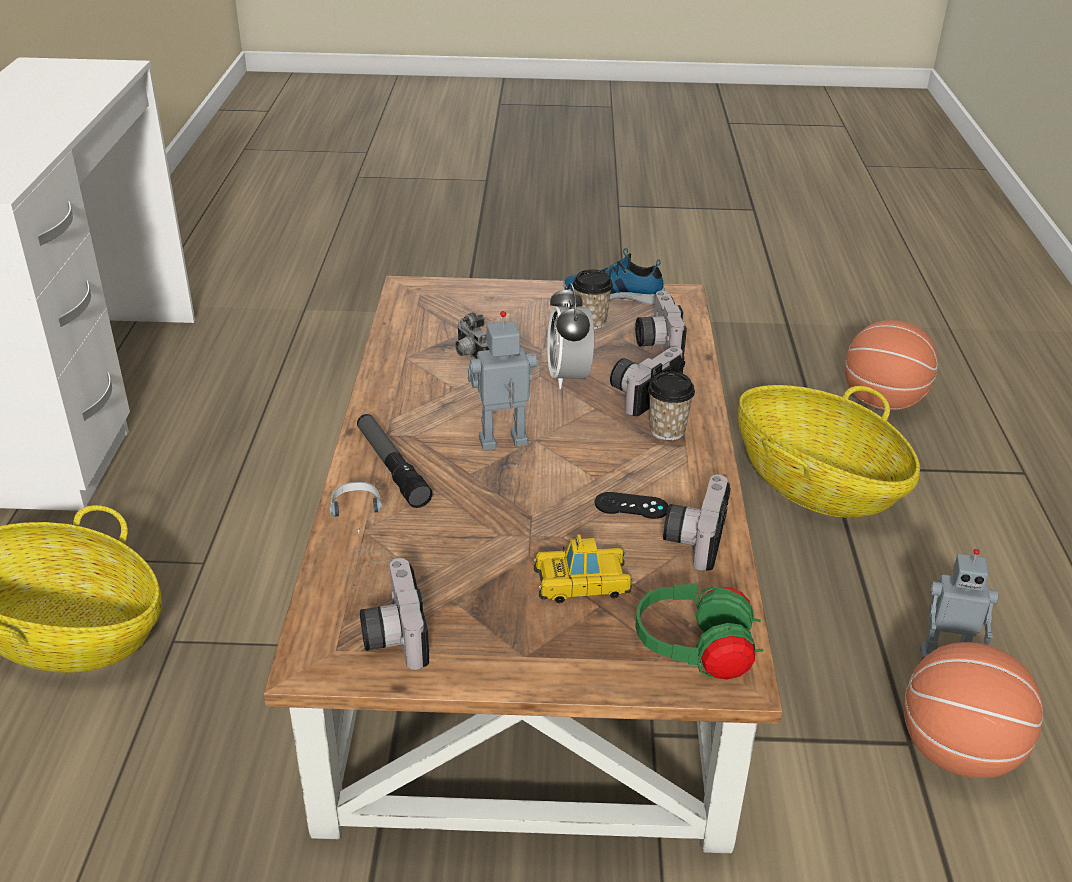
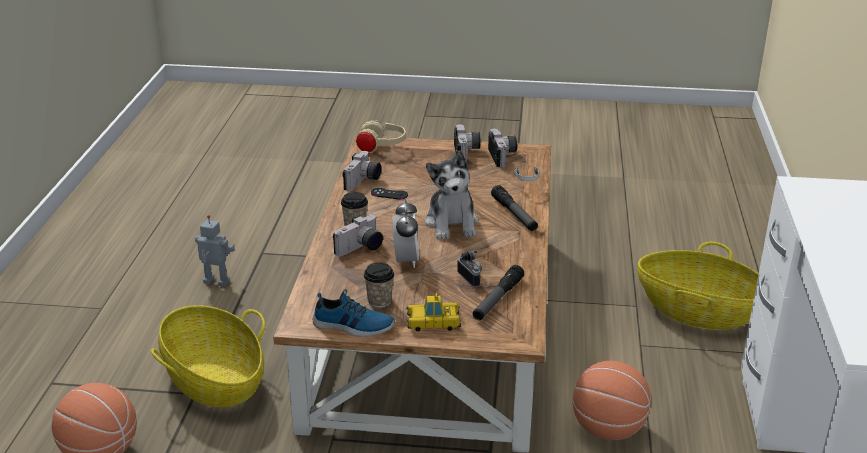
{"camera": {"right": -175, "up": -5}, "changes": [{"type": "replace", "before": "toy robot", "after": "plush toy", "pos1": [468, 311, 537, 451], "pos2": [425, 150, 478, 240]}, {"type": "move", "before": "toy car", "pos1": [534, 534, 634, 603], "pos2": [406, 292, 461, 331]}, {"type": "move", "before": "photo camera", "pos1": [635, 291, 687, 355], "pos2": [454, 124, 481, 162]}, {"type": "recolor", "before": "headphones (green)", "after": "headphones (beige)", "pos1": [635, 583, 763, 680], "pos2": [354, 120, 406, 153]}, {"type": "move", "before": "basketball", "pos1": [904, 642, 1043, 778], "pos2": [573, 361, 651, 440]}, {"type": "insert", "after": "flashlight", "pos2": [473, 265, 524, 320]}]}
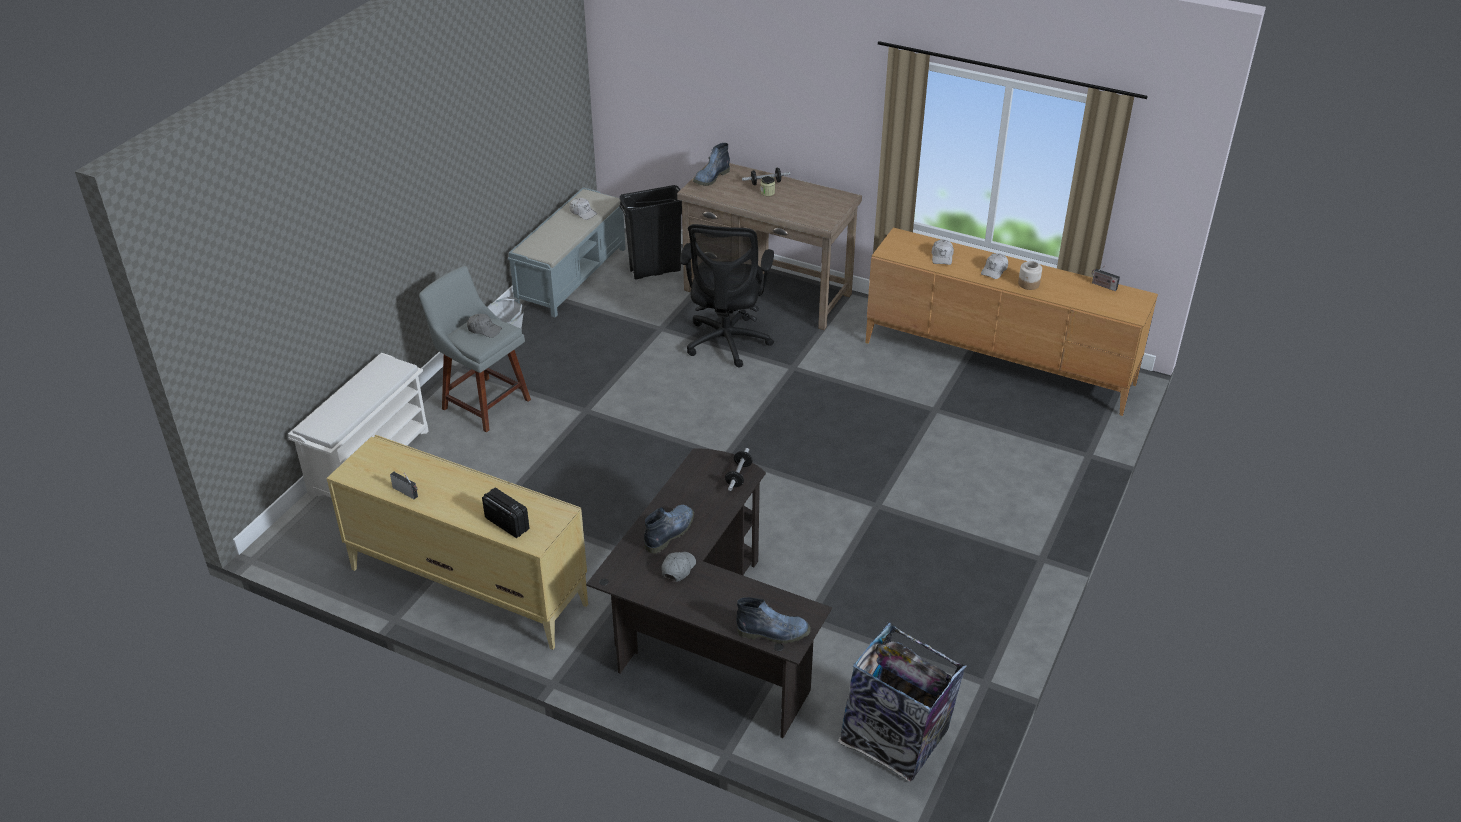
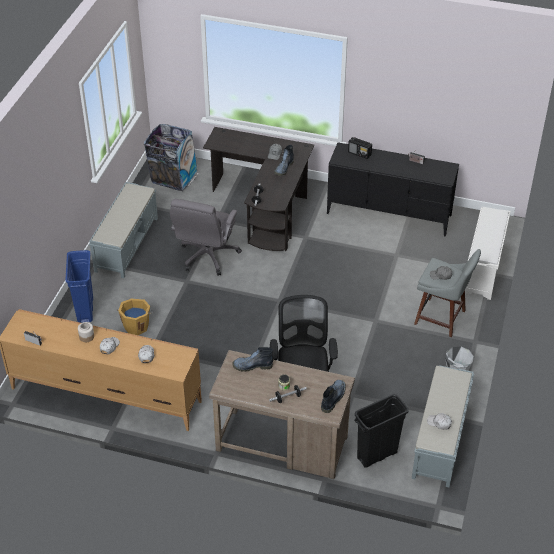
{"camera": {"right": 170, "up": 5}, "changes": [{"type": "recolor", "before": "dresser (beige)", "after": "dresser (black)", "pos1": [326, 435, 588, 650], "pos2": [327, 142, 459, 237]}, {"type": "move", "before": "boot", "pos1": [736, 597, 811, 644], "pos2": [232, 347, 273, 372]}, {"type": "insert", "after": "trash can (blue)", "pos2": [65, 250, 93, 323]}, {"type": "insert", "after": "bench (grey)", "pos2": [89, 182, 158, 278]}, {"type": "insert", "after": "bucket (orange)", "pos2": [117, 299, 154, 335]}, {"type": "insert", "after": "office chair (grey)", "pos2": [170, 199, 242, 276]}]}
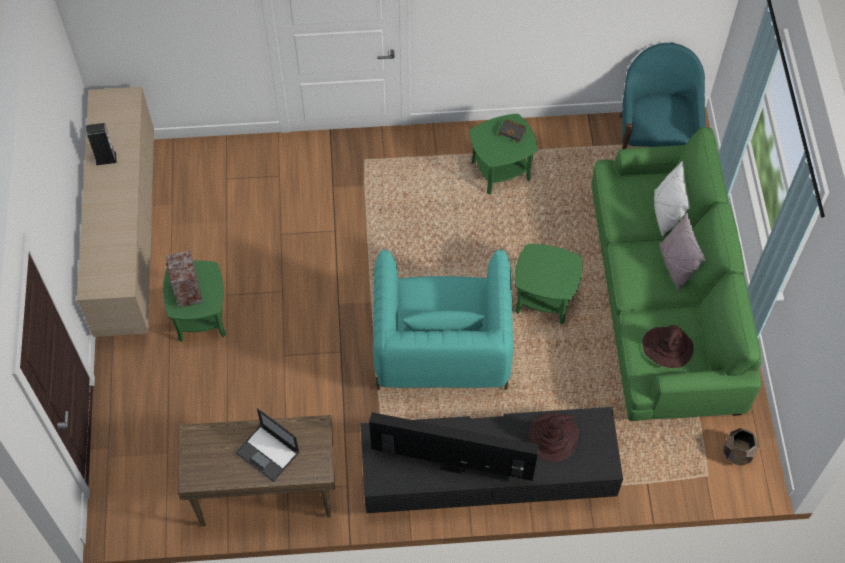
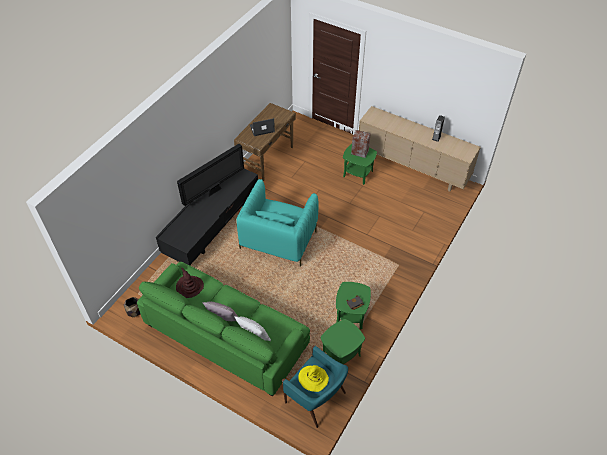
{"camera": {"right": 125, "up": -10}, "changes": [{"type": "rotate", "before": "armchair (turquoise)", "pos1": [373, 249, 514, 390], "pos2": [236, 179, 319, 267], "turn": -105}, {"type": "move", "before": "side table (green)", "pos1": [515, 244, 582, 324], "pos2": [321, 319, 365, 364]}, {"type": "delete", "before": "hat (brown)", "pos1": [529, 413, 579, 462]}, {"type": "insert", "after": "hat (yellow)", "pos2": [299, 365, 329, 392]}]}
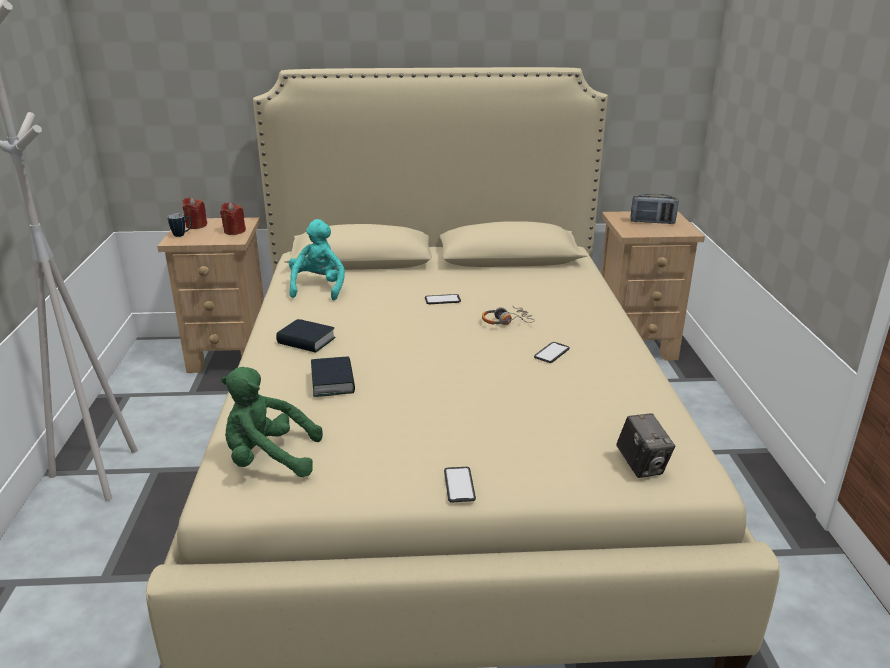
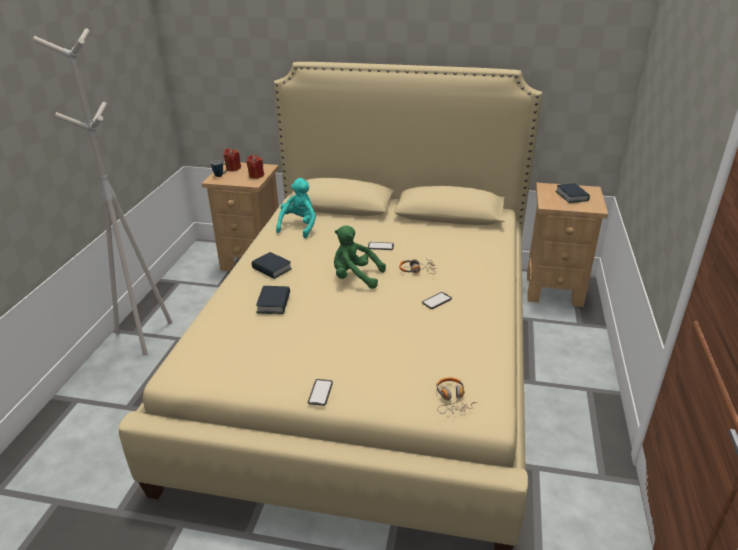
{"camera": {"right": 15, "up": 5}, "changes": [{"type": "move", "before": "plush toy (green)", "pos1": [221, 367, 323, 477], "pos2": [334, 225, 386, 289]}, {"type": "replace", "before": "photo camera", "after": "headphones", "pos1": [616, 413, 675, 478], "pos2": [436, 377, 477, 414]}, {"type": "replace", "before": "radio", "after": "book", "pos1": [630, 194, 679, 224], "pos2": [556, 183, 590, 203]}]}
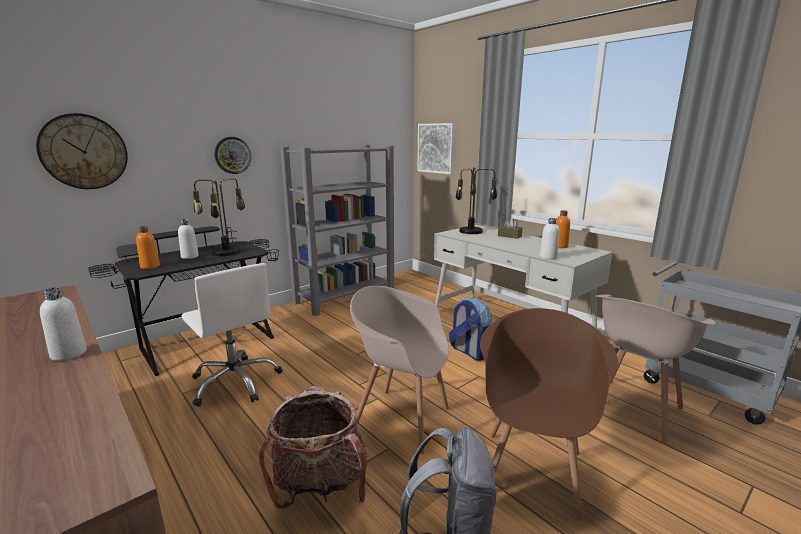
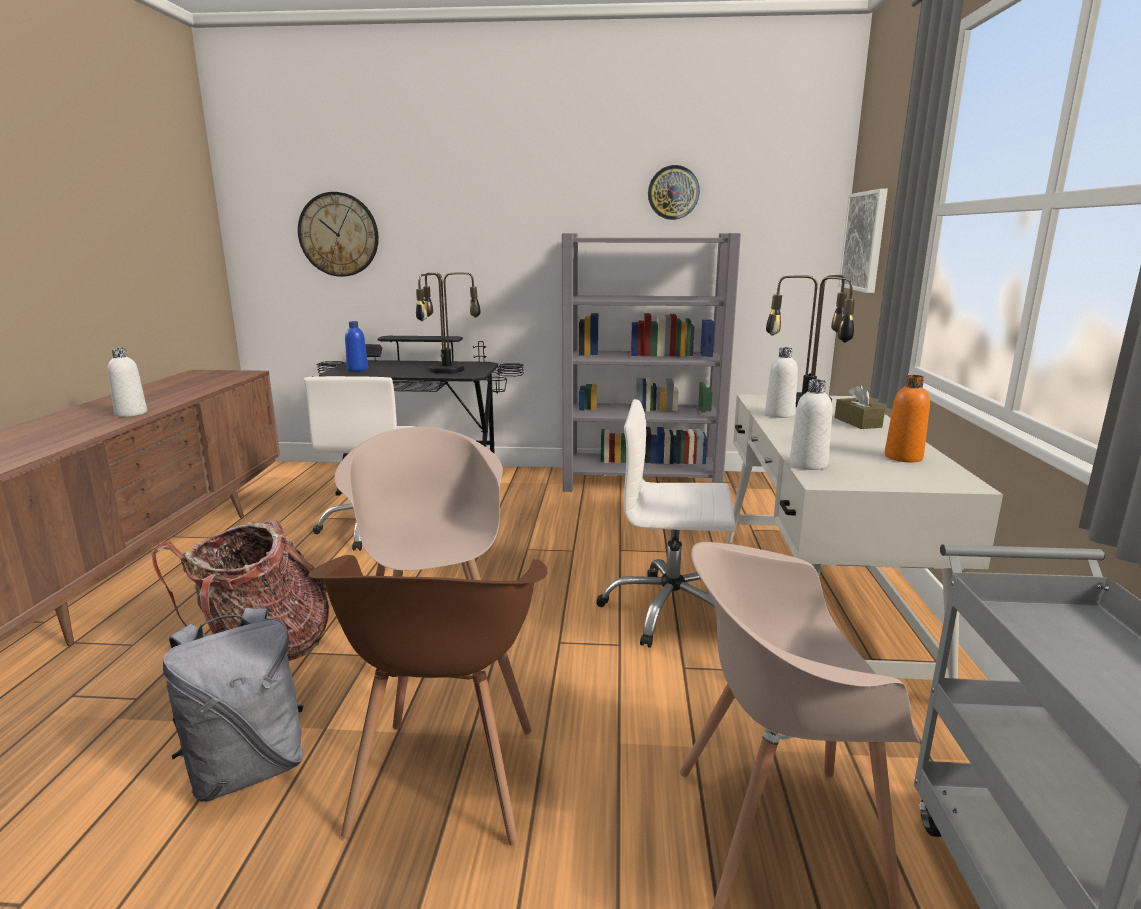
{"camera": {"right": 45, "up": 0}, "changes": [{"type": "recolor", "before": "bottle (orange)", "after": "bottle (blue)", "pos1": [136, 226, 160, 269], "pos2": [345, 321, 368, 371]}, {"type": "move", "before": "bottle (white)", "pos1": [178, 219, 199, 259], "pos2": [765, 347, 798, 418]}, {"type": "move", "before": "wall clock", "pos1": [214, 137, 251, 174], "pos2": [648, 165, 700, 220]}, {"type": "replace", "before": "backpack", "after": "office chair (white)", "pos1": [449, 297, 492, 361], "pos2": [596, 399, 735, 648]}, {"type": "rotate", "before": "chair (brown)", "pos1": [480, 308, 618, 520], "pos2": [308, 555, 548, 845], "turn": 120}]}
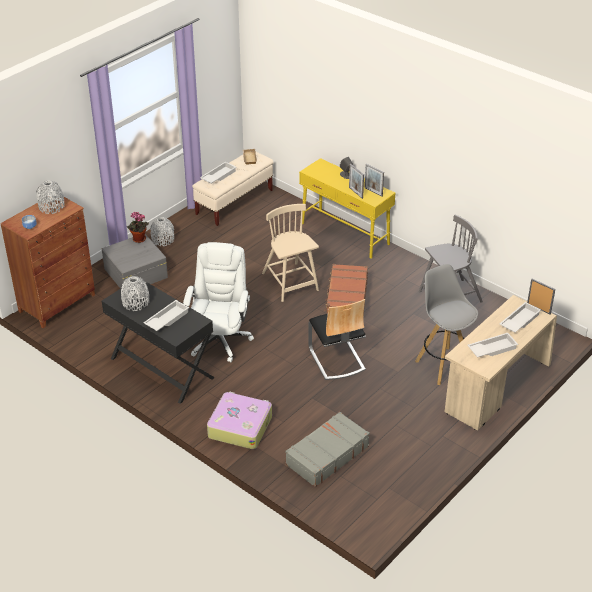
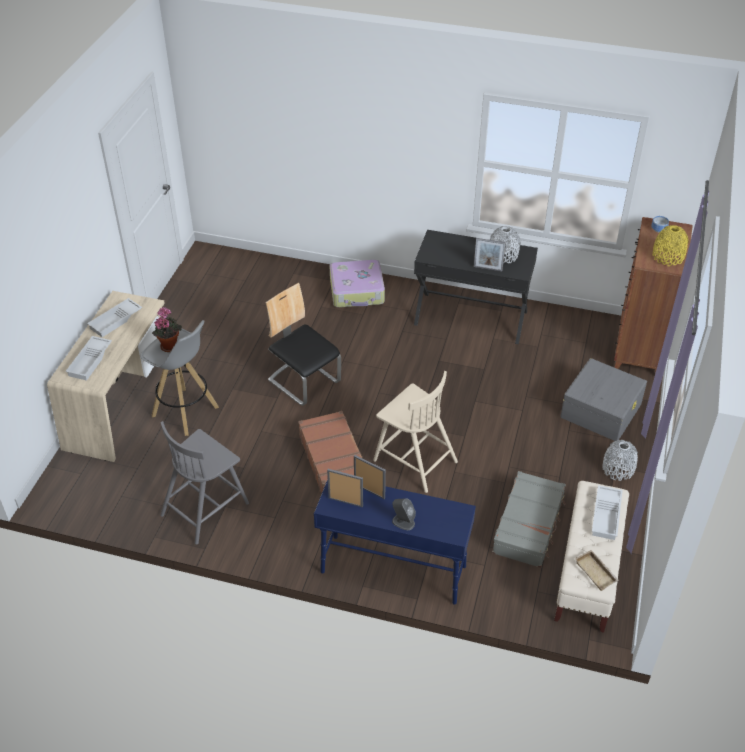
{"camera": {"right": 155, "up": 5}, "changes": [{"type": "recolor", "before": "vase (grey)", "after": "vase (yellow)", "pos1": [36, 181, 65, 214], "pos2": [652, 225, 689, 266]}, {"type": "move", "before": "potted plant", "pos1": [127, 212, 149, 243], "pos2": [152, 307, 182, 352]}, {"type": "delete", "before": "tray (white)", "pos1": [143, 300, 189, 331]}, {"type": "delete", "before": "office chair (white)", "pos1": [183, 242, 254, 362]}, {"type": "move", "before": "suitcase (grey)", "pos1": [286, 412, 370, 487], "pos2": [492, 471, 566, 568]}, {"type": "recolor", "before": "console table (yellow)", "after": "console table (blue)", "pos1": [299, 158, 396, 259], "pos2": [314, 479, 476, 605]}, {"type": "move", "before": "picture frame", "pos1": [527, 279, 555, 314], "pos2": [474, 238, 506, 271]}]}
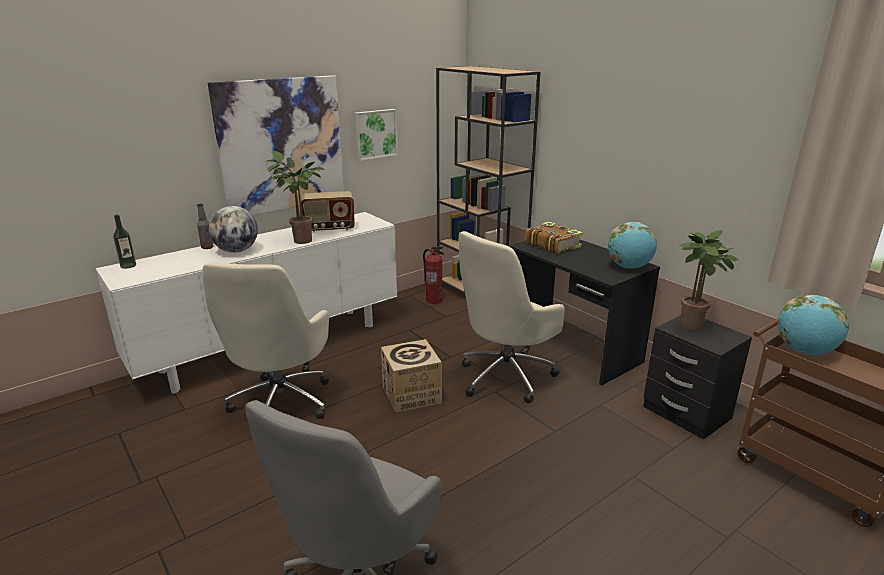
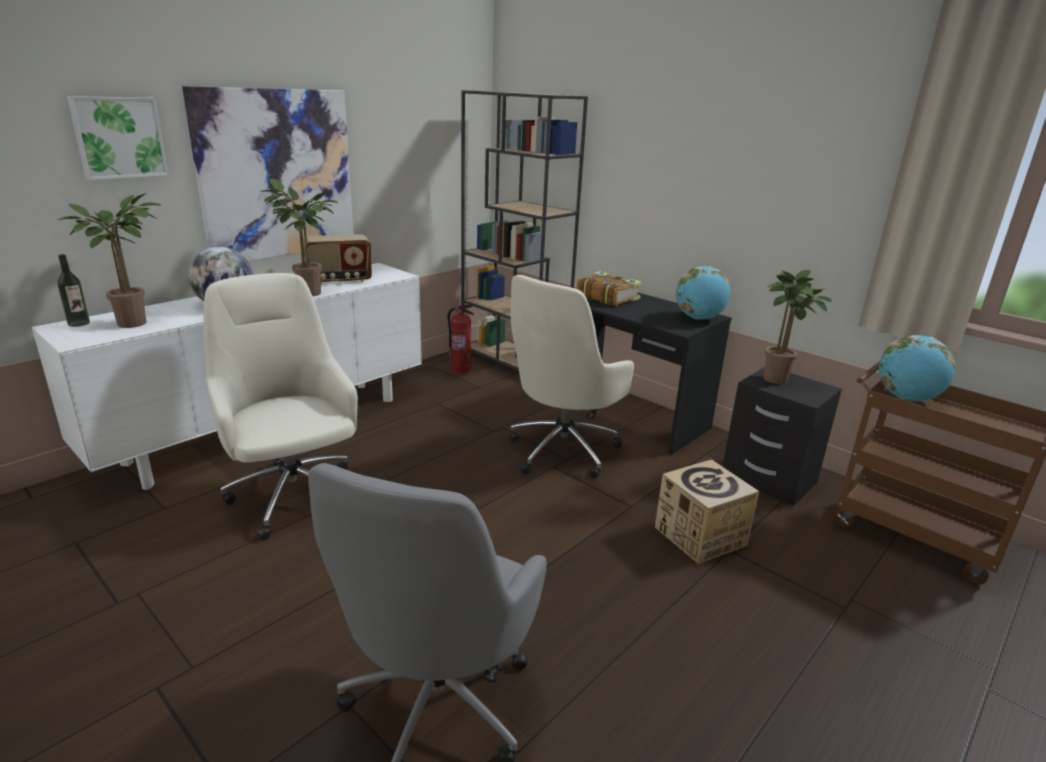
{"camera": {"right": -10, "up": 0}, "changes": [{"type": "delete", "before": "bottle", "pos1": [197, 204, 214, 249]}, {"type": "rotate", "before": "office chair (beige)", "pos1": [202, 262, 329, 419], "pos2": [203, 273, 358, 540], "turn": 150}, {"type": "move", "before": "picture", "pos1": [354, 109, 398, 161], "pos2": [67, 96, 169, 180]}, {"type": "move", "before": "cardboard box", "pos1": [381, 339, 442, 412], "pos2": [655, 459, 759, 564]}, {"type": "insert", "after": "potted plant", "pos2": [58, 193, 163, 328]}]}
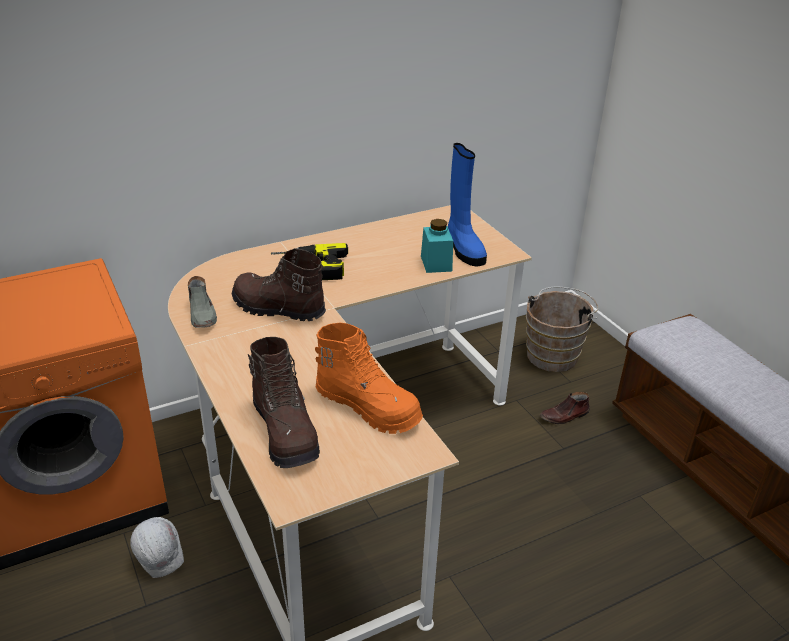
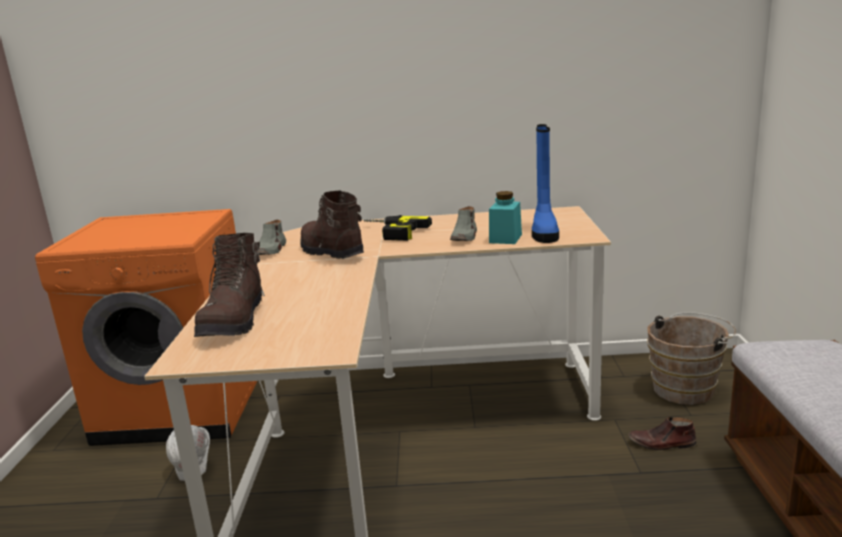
{"camera": {"right": 30, "up": -15}, "changes": [{"type": "delete", "before": "boot (orange)", "pos1": [315, 323, 423, 434]}, {"type": "insert", "after": "shoe (grey)", "pos2": [450, 206, 477, 241]}]}
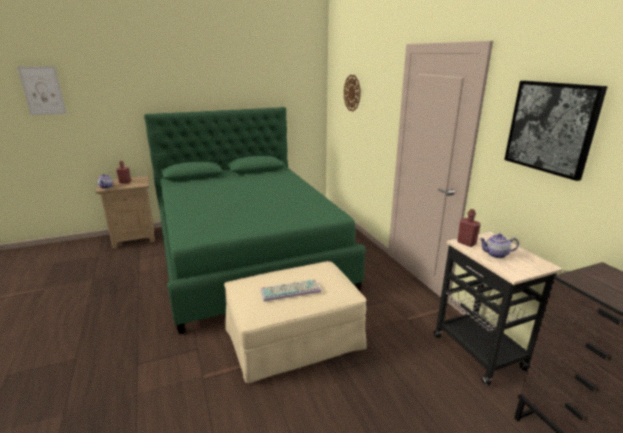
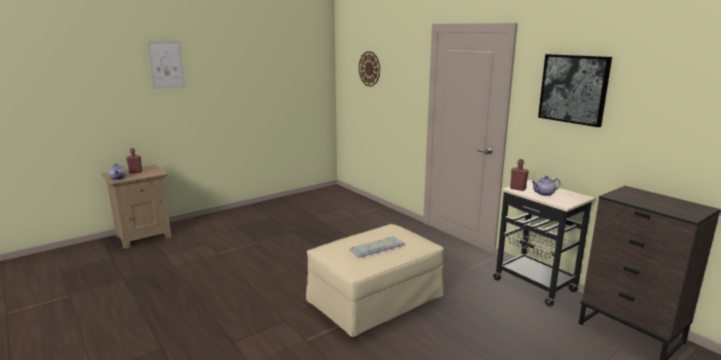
{"camera": {"right": -15, "up": -5}, "changes": [{"type": "move", "before": "picture", "pos1": [17, 66, 67, 116], "pos2": [147, 41, 185, 89]}, {"type": "delete", "before": "bed (green)", "pos1": [144, 107, 366, 334]}]}
